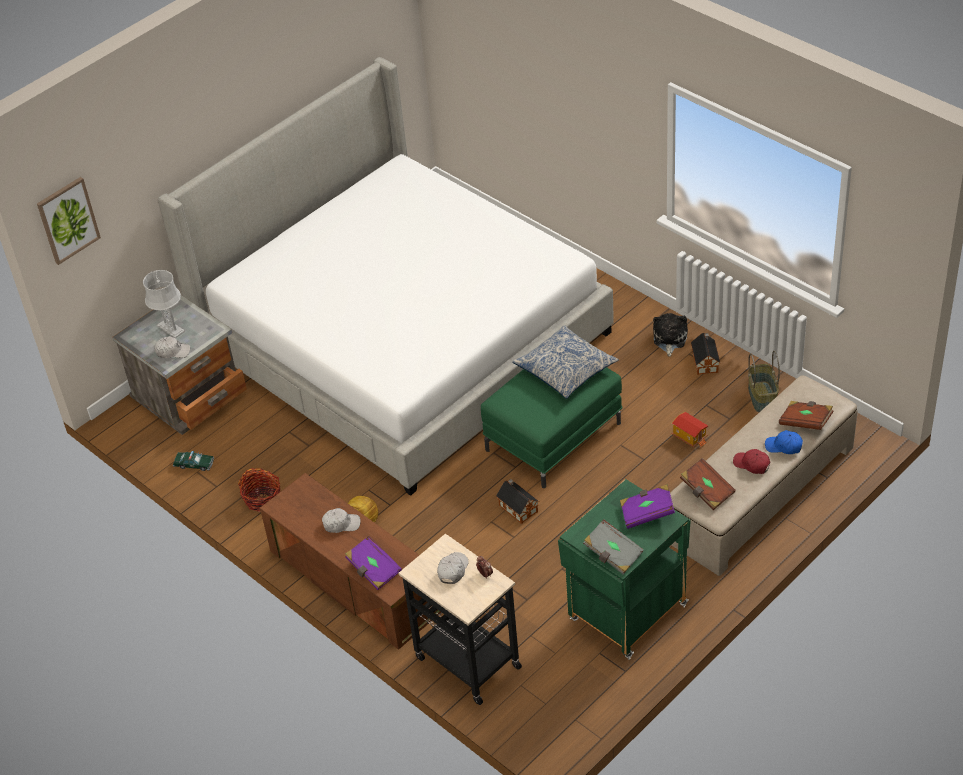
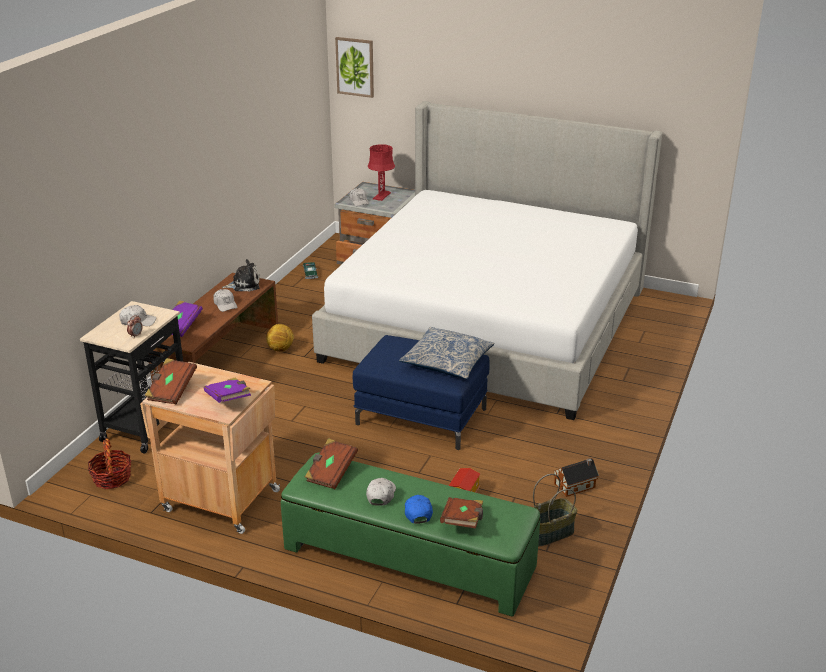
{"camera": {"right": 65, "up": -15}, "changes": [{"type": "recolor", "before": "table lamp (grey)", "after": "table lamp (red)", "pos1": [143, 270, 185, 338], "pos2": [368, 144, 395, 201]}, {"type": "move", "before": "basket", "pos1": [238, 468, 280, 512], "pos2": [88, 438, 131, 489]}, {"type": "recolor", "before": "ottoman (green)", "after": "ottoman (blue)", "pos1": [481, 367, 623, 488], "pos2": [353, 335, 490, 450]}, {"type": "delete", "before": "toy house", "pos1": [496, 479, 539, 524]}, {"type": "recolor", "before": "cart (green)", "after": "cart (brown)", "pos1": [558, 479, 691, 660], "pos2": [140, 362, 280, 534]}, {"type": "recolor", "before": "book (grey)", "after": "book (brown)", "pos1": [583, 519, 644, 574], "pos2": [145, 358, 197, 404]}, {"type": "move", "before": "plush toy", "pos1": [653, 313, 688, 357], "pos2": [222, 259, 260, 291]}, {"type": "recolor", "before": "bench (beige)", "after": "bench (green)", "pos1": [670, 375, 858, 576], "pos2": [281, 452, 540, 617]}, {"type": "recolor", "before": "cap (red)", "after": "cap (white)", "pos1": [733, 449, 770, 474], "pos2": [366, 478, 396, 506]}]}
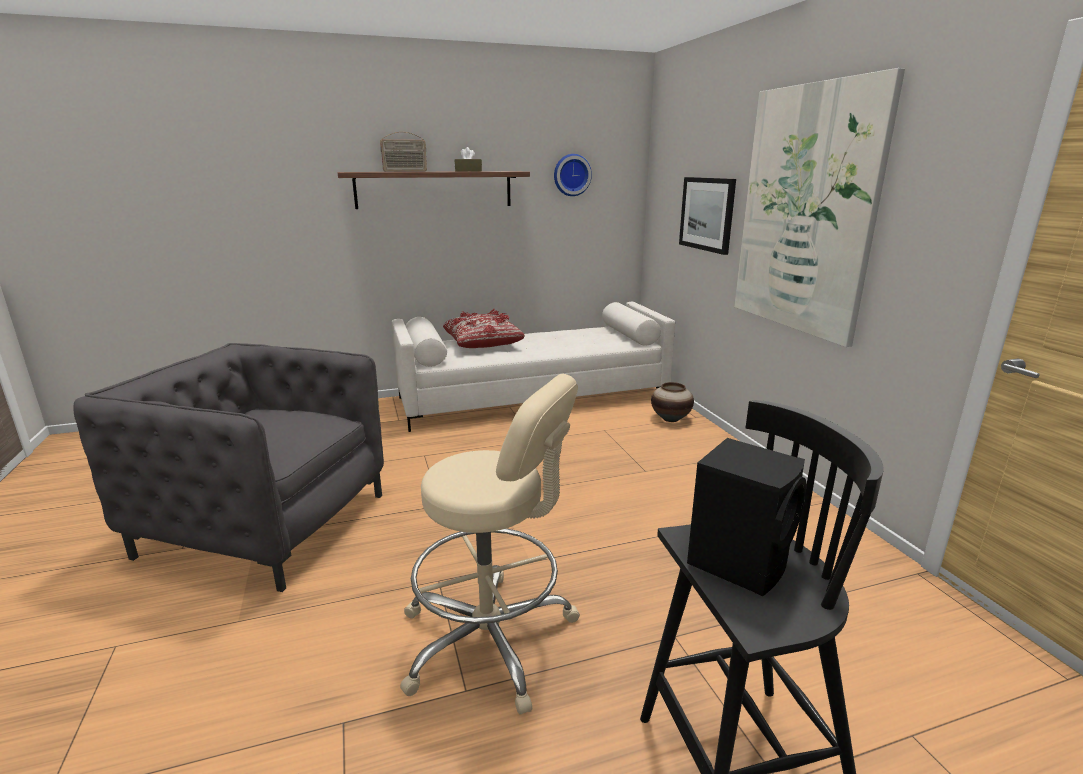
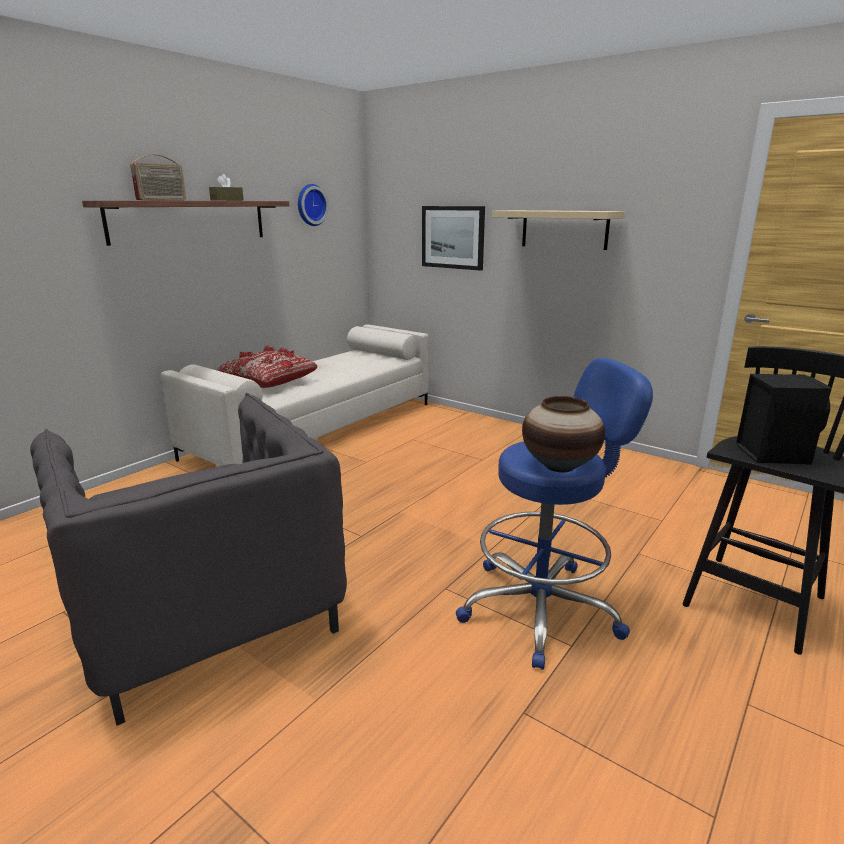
{"camera": {"right": -35, "up": 0}, "changes": [{"type": "rotate", "before": "armchair (grey)", "pos1": [74, 343, 384, 592], "pos2": [30, 393, 347, 726], "turn": -105}, {"type": "recolor", "before": "stool (beige)", "after": "stool (blue)", "pos1": [400, 374, 580, 715], "pos2": [456, 357, 653, 670]}, {"type": "move", "before": "vase", "pos1": [651, 382, 694, 422], "pos2": [522, 396, 605, 473]}, {"type": "replace", "before": "picture", "after": "shelf (beige)", "pos1": [734, 68, 905, 347], "pos2": [492, 210, 625, 250]}]}
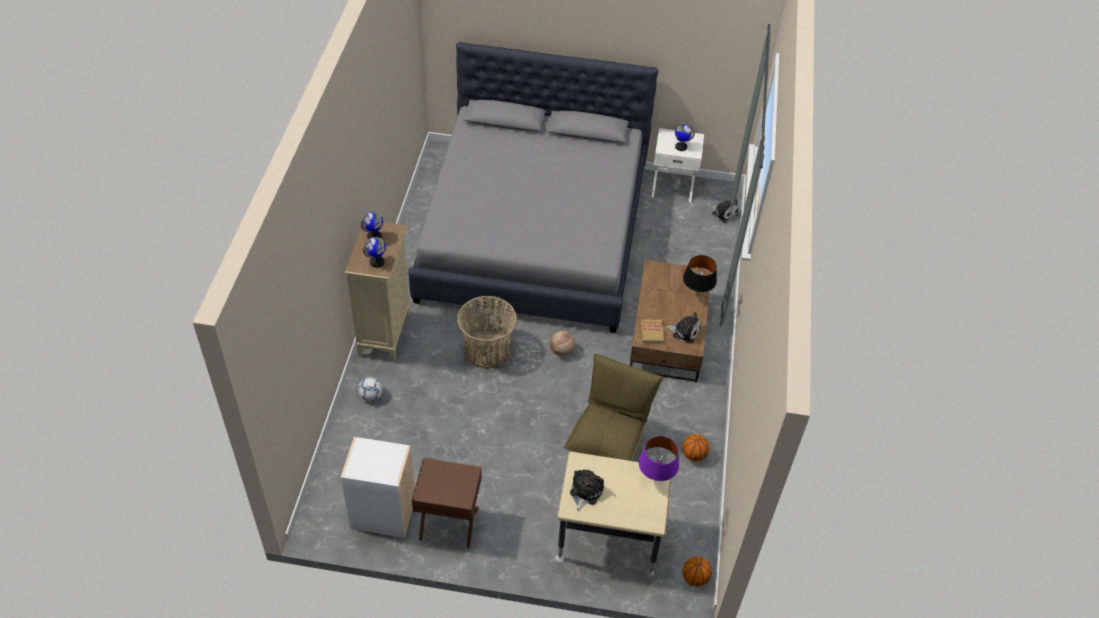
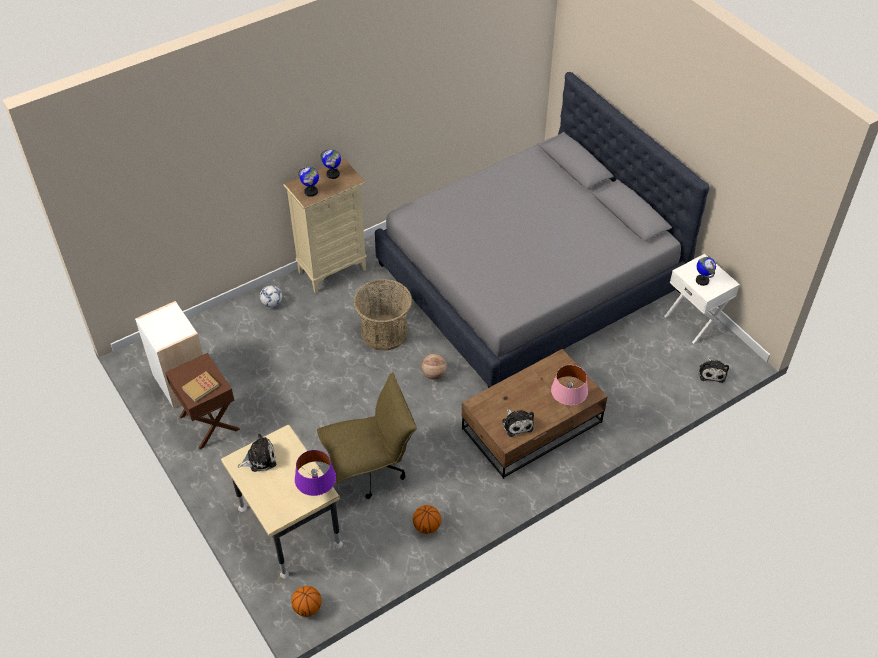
{"camera": {"right": 50, "up": 0}, "changes": [{"type": "move", "before": "book", "pos1": [641, 319, 664, 343], "pos2": [182, 371, 219, 402]}, {"type": "recolor", "before": "table lamp (black)", "after": "table lamp (pink)", "pos1": [683, 255, 717, 292], "pos2": [551, 365, 588, 406]}]}
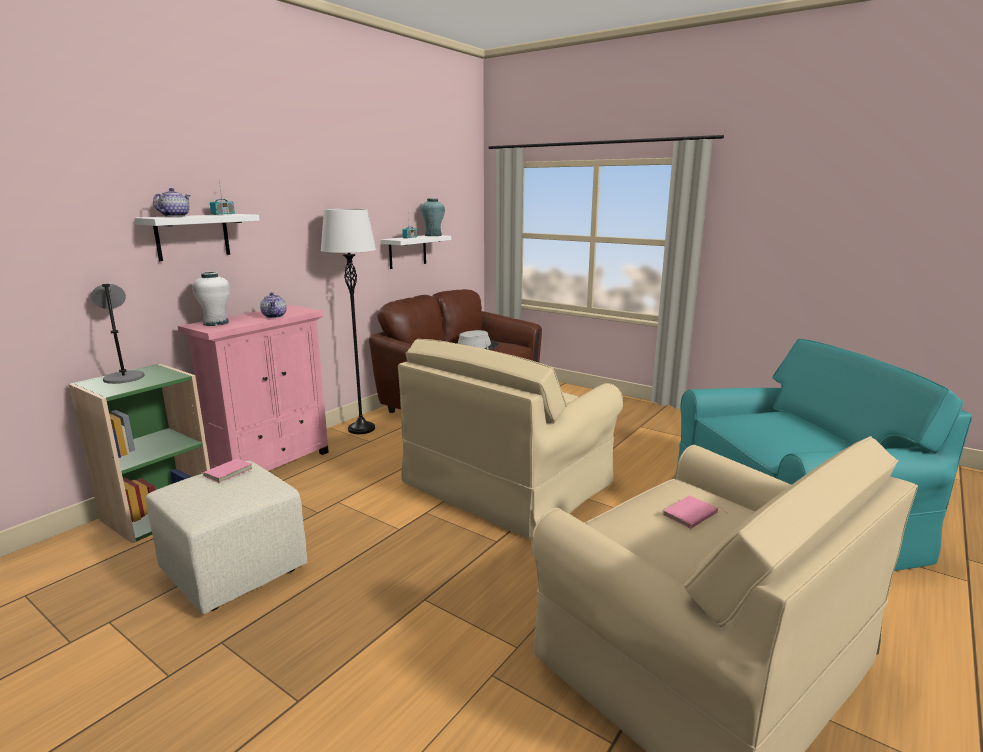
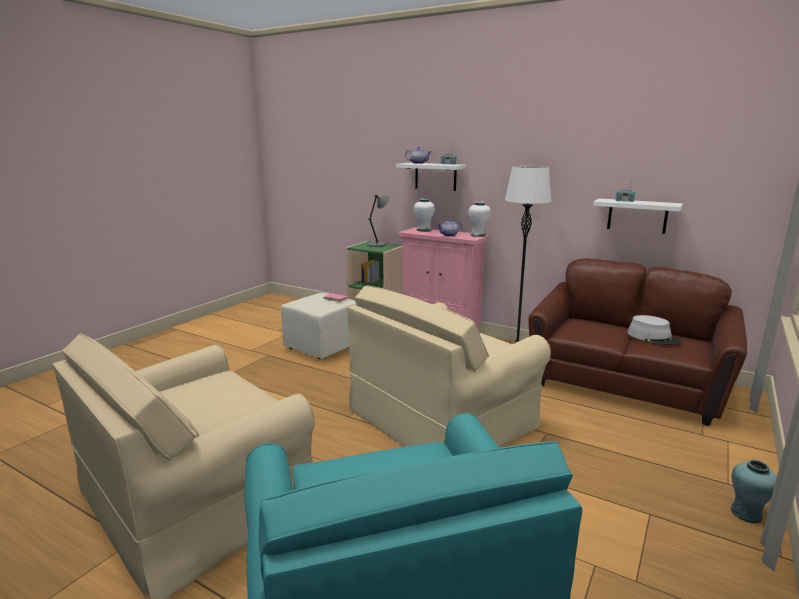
{"camera": {"right": 85, "up": 0}, "changes": [{"type": "rotate", "before": "armchair (beige)", "pos1": [398, 339, 623, 539], "pos2": [347, 285, 551, 448], "turn": -75}, {"type": "move", "before": "vase (turquoise)", "pos1": [421, 198, 445, 236], "pos2": [731, 460, 777, 523]}, {"type": "delete", "before": "book (pink)", "pos1": [663, 495, 728, 529]}, {"type": "insert", "after": "vase (white)", "pos2": [468, 201, 491, 237]}]}
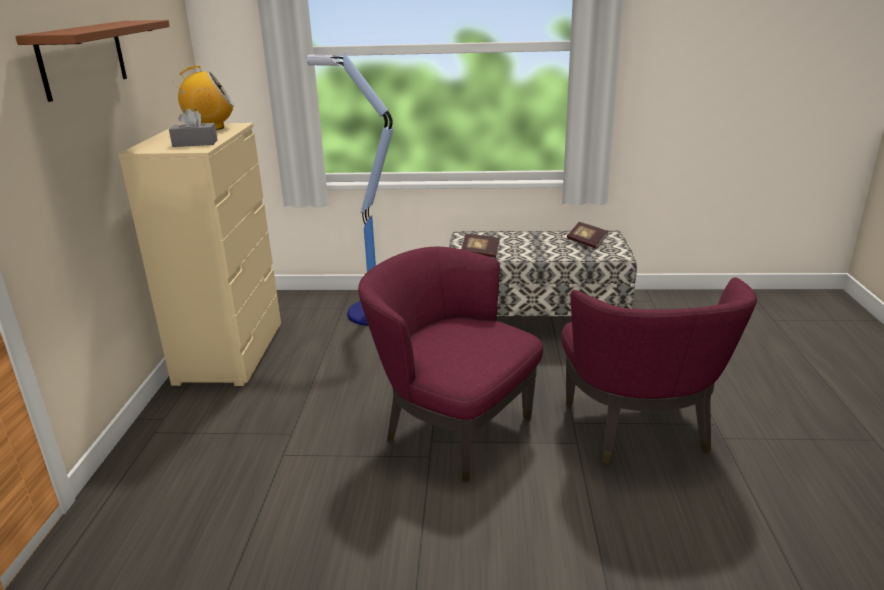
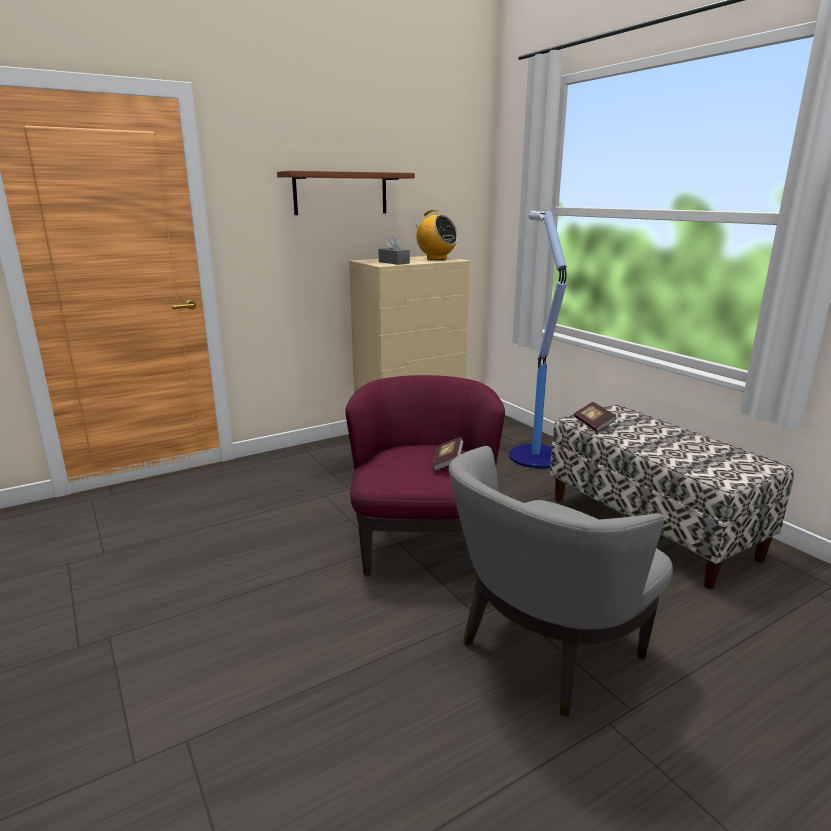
{"camera": {"right": 55, "up": -5}, "changes": [{"type": "recolor", "before": "armchair (purple)", "after": "armchair (grey)", "pos1": [561, 277, 757, 464], "pos2": [449, 446, 673, 717]}, {"type": "move", "before": "book", "pos1": [567, 222, 608, 249], "pos2": [433, 437, 464, 471]}]}
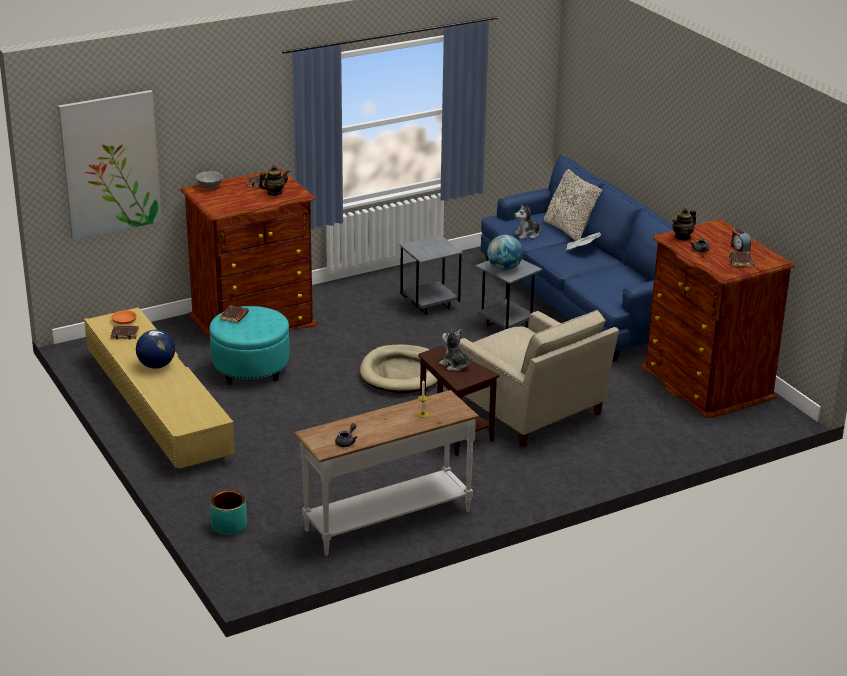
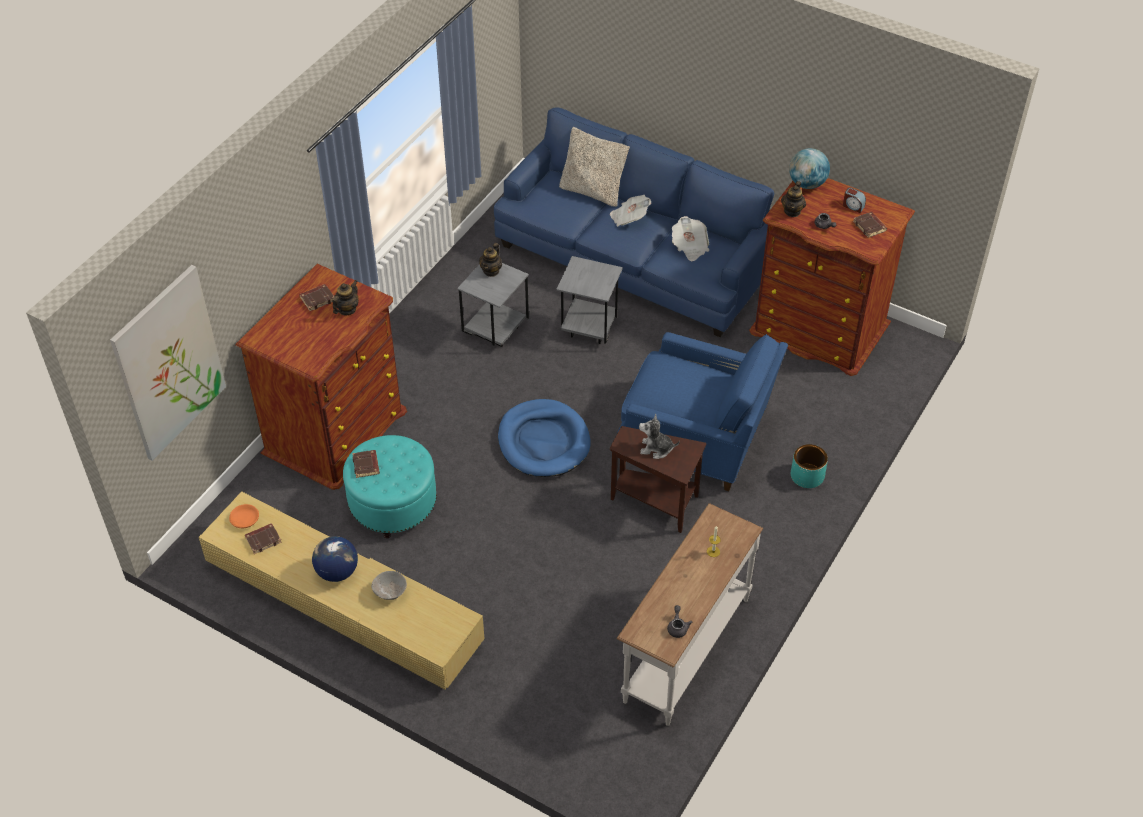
{"camera": {"right": -30, "up": 20}, "changes": [{"type": "move", "before": "bowl (grey)", "pos1": [196, 171, 223, 190], "pos2": [371, 571, 407, 600]}, {"type": "move", "before": "planter (turquoise)", "pos1": [210, 490, 247, 535], "pos2": [791, 444, 828, 488]}, {"type": "recolor", "before": "dog bed (beige)", "after": "dog bed (blue)", "pos1": [360, 344, 438, 394], "pos2": [498, 399, 591, 477]}, {"type": "recolor", "before": "armchair (beige)", "after": "armchair (blue)", "pos1": [458, 310, 619, 447], "pos2": [618, 332, 788, 491]}, {"type": "move", "before": "globe", "pos1": [487, 235, 523, 271], "pos2": [789, 148, 830, 189]}, {"type": "delete", "before": "plush toy", "pos1": [514, 204, 544, 239]}, {"type": "insert", "after": "teapot", "pos2": [479, 243, 502, 277]}, {"type": "insert", "after": "newspaper", "pos2": [672, 216, 710, 261]}]}
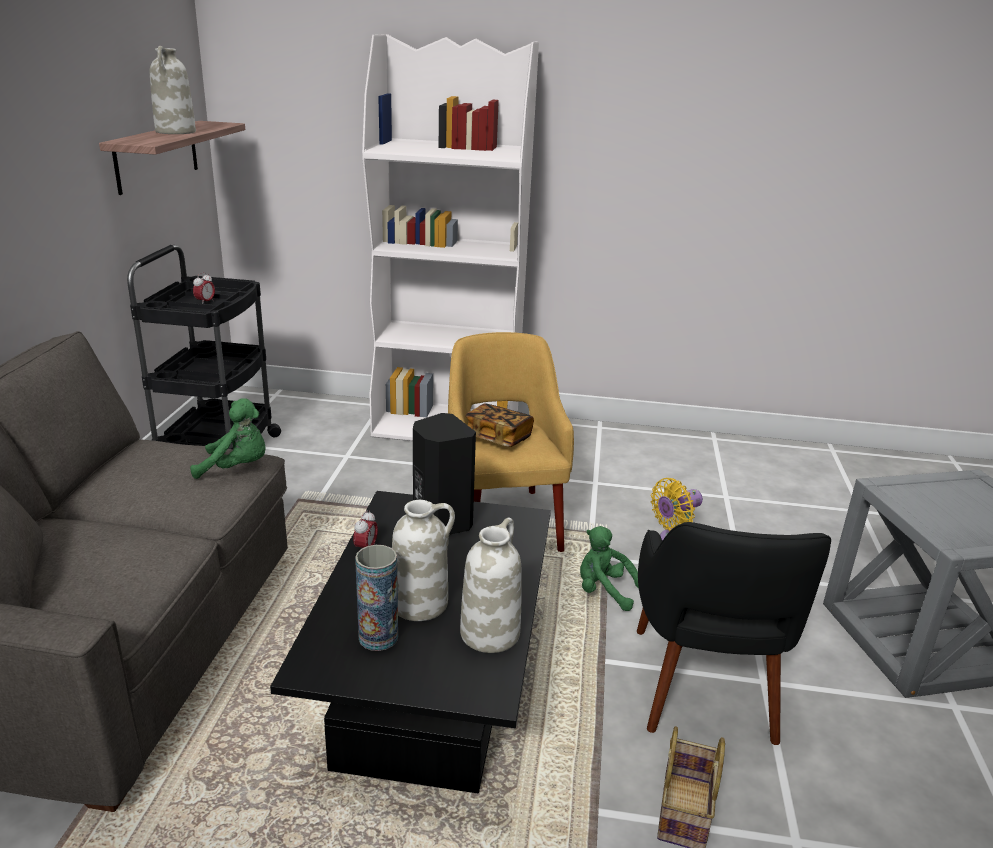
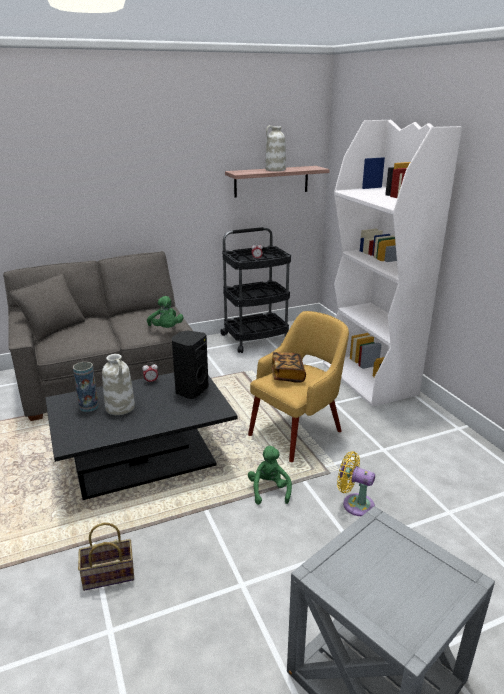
{"camera": {"right": 60, "up": 0}, "changes": [{"type": "delete", "before": "vase (white)", "pos1": [460, 518, 522, 653]}, {"type": "delete", "before": "armchair (black)", "pos1": [637, 522, 831, 745]}]}
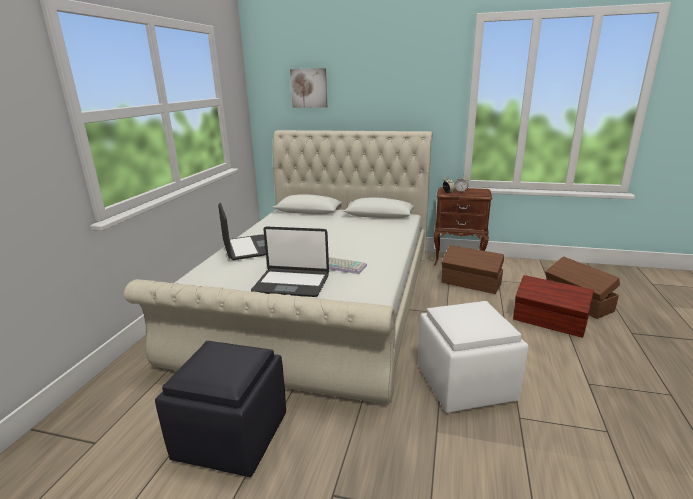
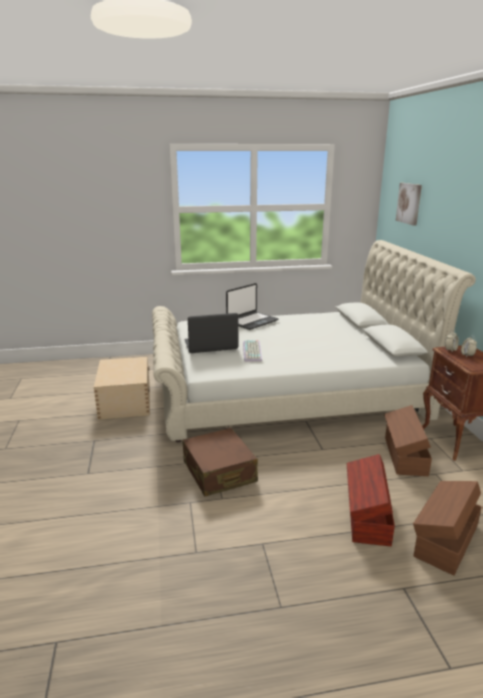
{"camera": {"right": 65, "up": 0}, "changes": [{"type": "replace", "before": "ottoman (black)", "after": "storage box (beige)", "pos1": [155, 341, 286, 477], "pos2": [94, 357, 150, 420]}, {"type": "rotate", "before": "laptop", "pos1": [251, 227, 329, 297], "pos2": [184, 313, 239, 353], "turn": 90}, {"type": "replace", "before": "ottoman (white)", "after": "suitcase (brown)", "pos1": [418, 301, 528, 413], "pos2": [182, 428, 258, 497]}]}
